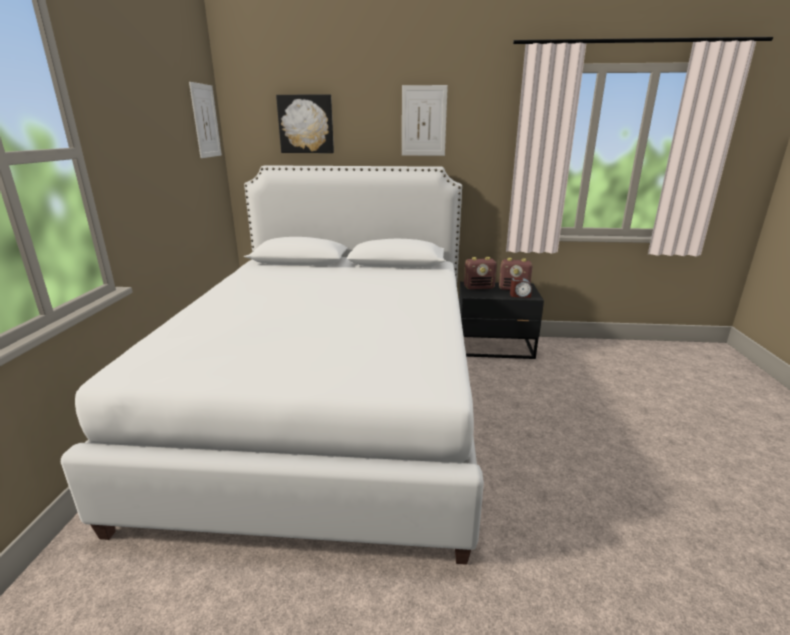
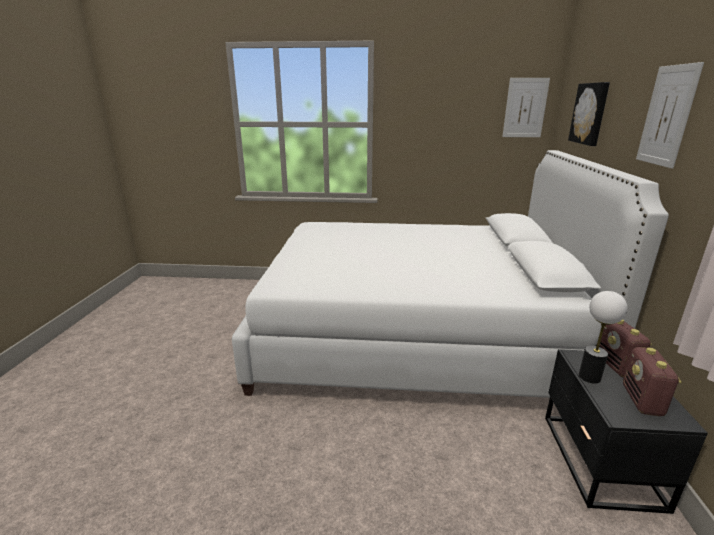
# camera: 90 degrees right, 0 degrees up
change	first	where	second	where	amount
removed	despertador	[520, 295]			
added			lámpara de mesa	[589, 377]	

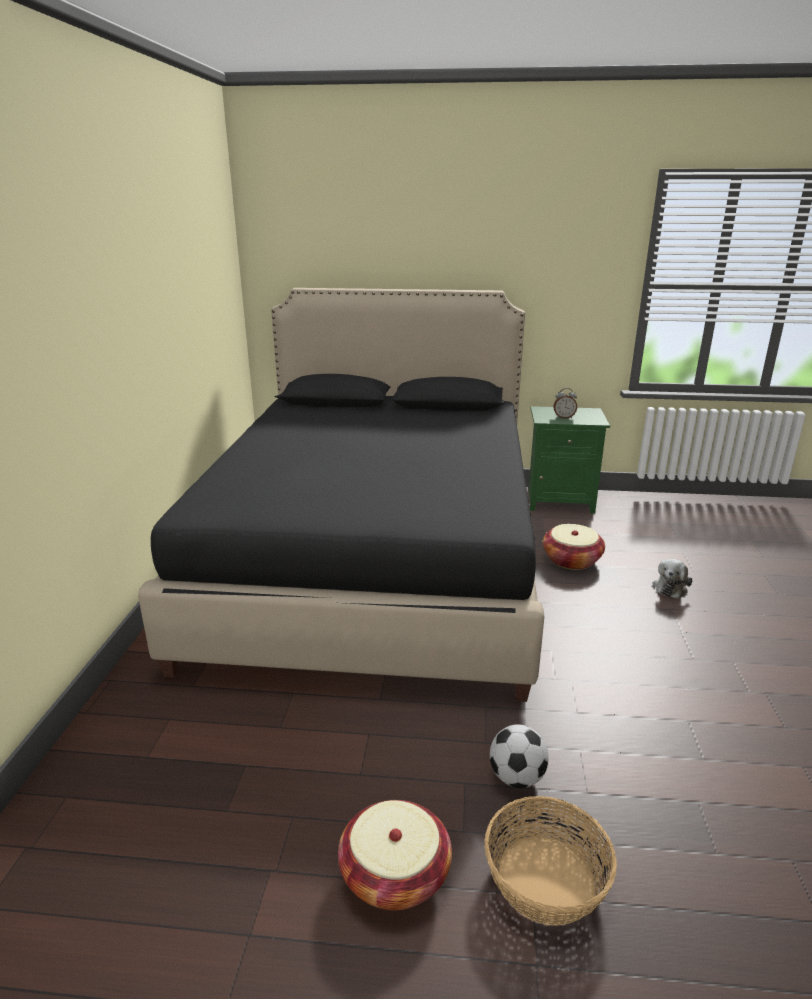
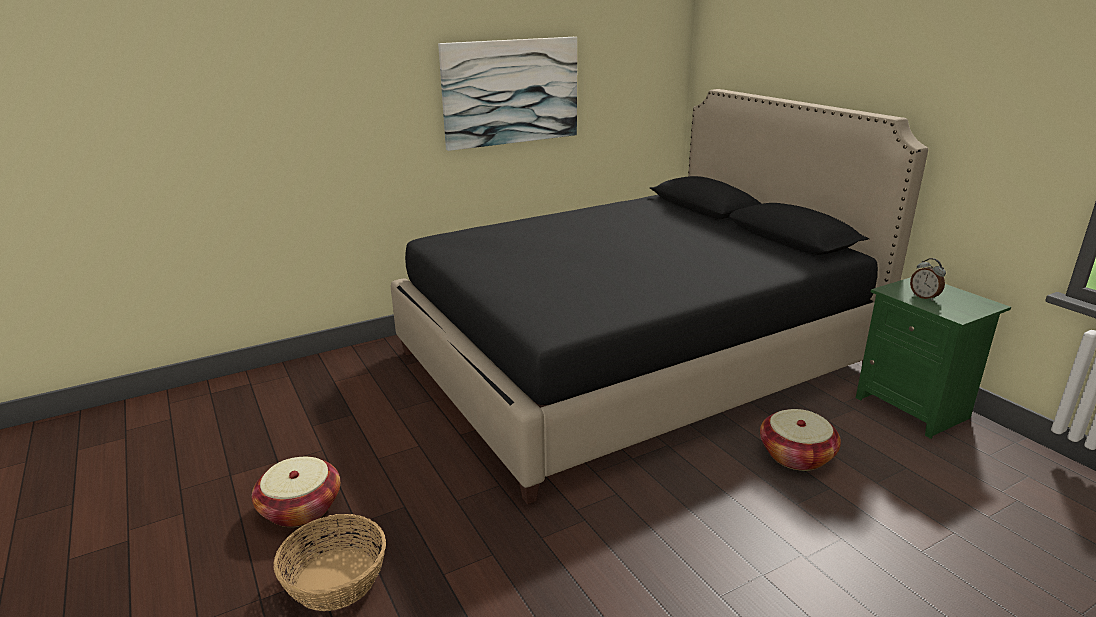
# camera: 55 degrees right, 0 degrees up
change	first	where	second	where	amount
removed	peluche	[670, 587]			
removed	balón de fútbol	[516, 777]			
added			cuadro	[511, 92]	

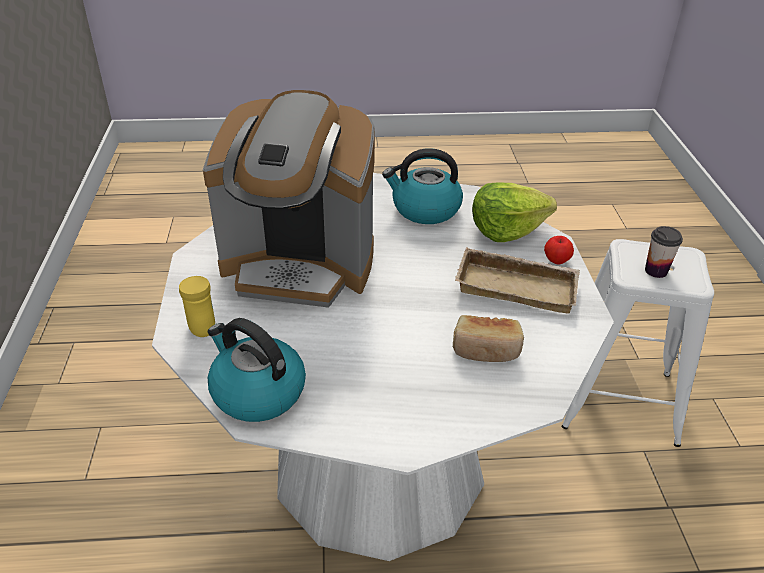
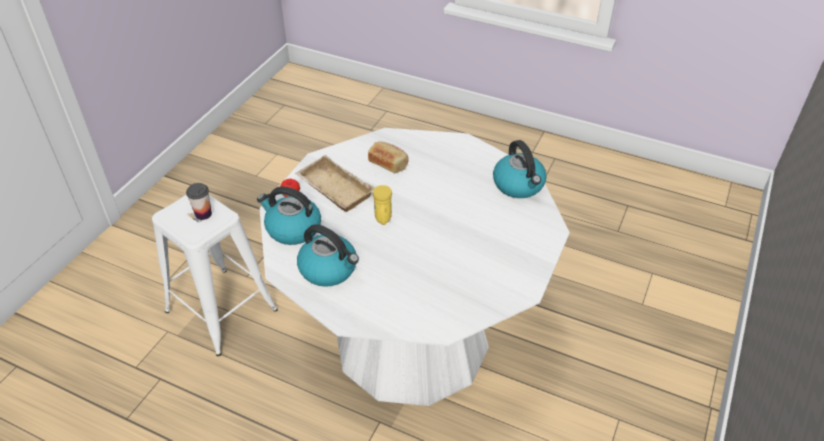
# camera: 150 degrees left, 5 degrees up
change	first	where	second	where	amount
removed	cafetera	[300, 265]			
replaced	lechuga	[506, 229]	hervidor	[292, 229]	
moved	taza grande/amarillo	[200, 326]		[383, 221]	

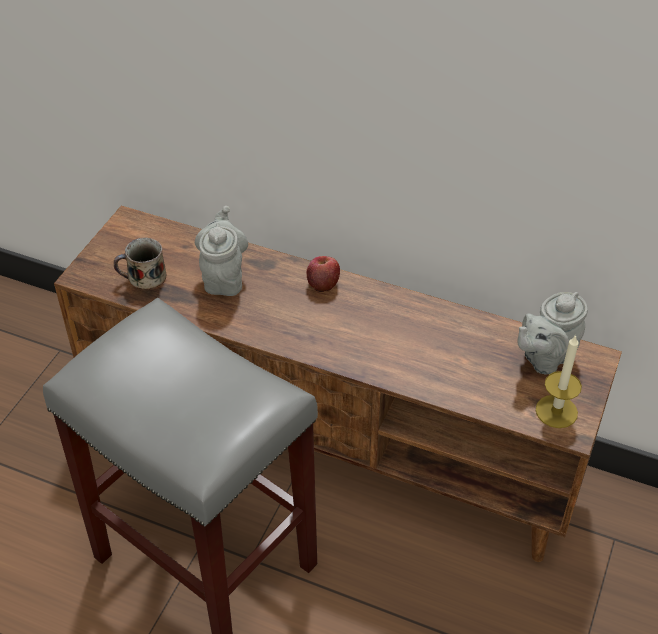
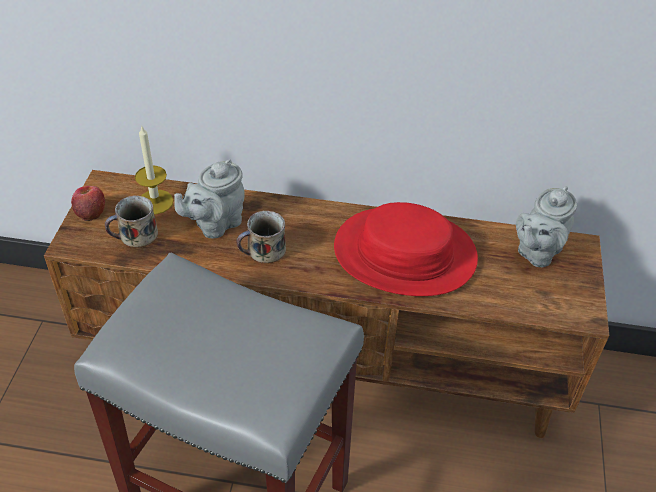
# camera: 15 degrees left, 0 degrees up
change	first	where	second	where	amount
turned	tetera/gris	[224, 278]		[215, 224]	120 degrees counterclockwise
moved	manzana	[323, 283]		[91, 212]	
moved	vela	[556, 411]		[155, 202]	
added			sombrero/rojo	[404, 253]	
added			taza grande	[264, 251]	

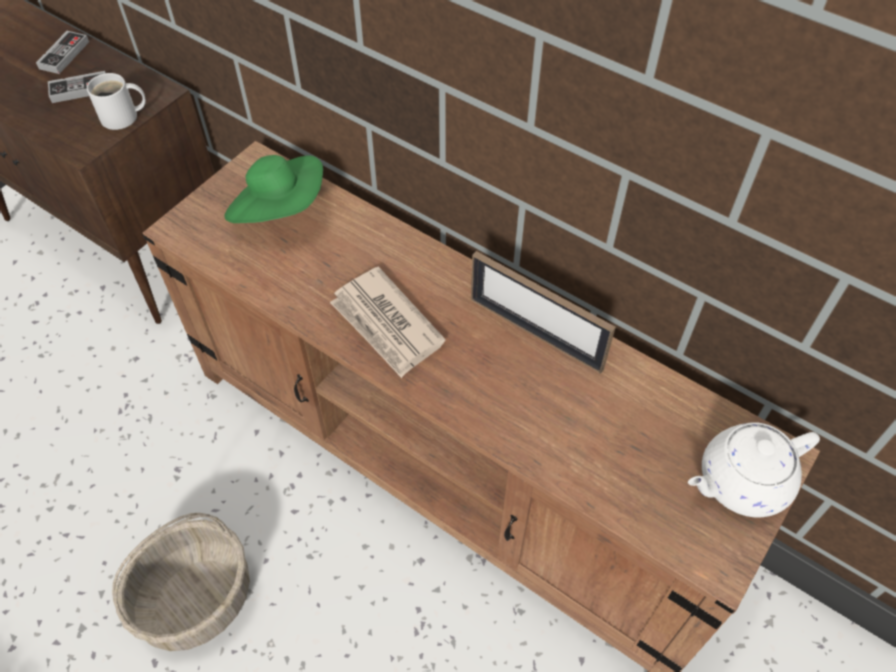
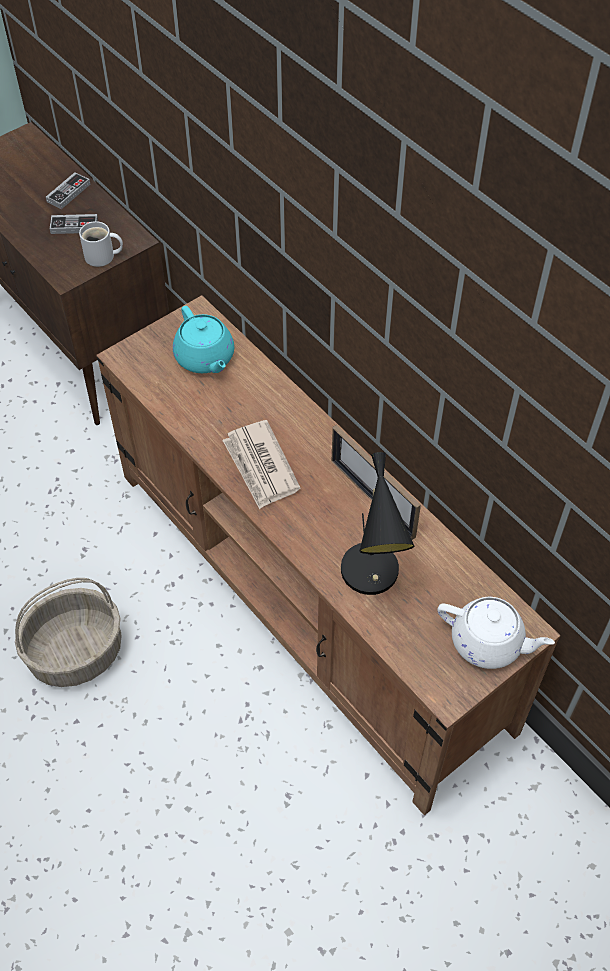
# camera: 15 degrees right, 0 degrees up
change	first	where	second	where	amount
replaced	sombrero/verde	[280, 210]	tetera/turquesa	[205, 358]	
turned	tetera/blanco	[741, 481]		[488, 642]	150 degrees counterclockwise
added			lámpara de mesa/negro	[372, 578]	

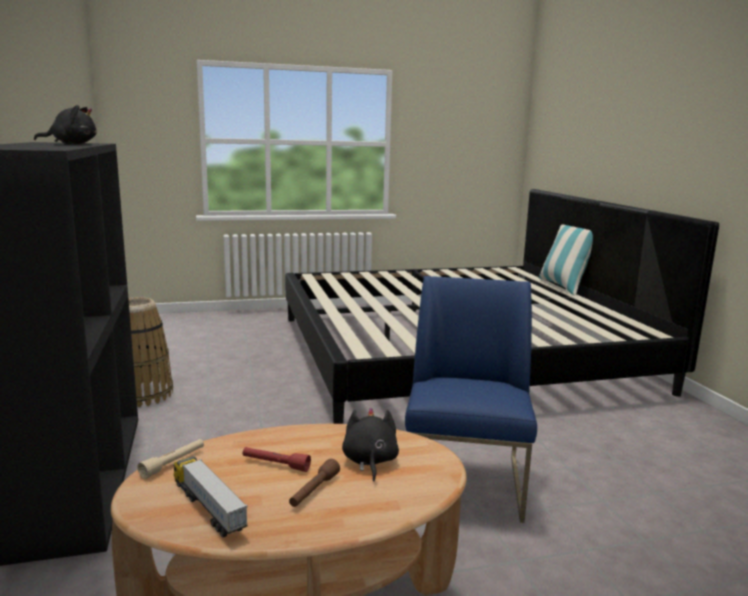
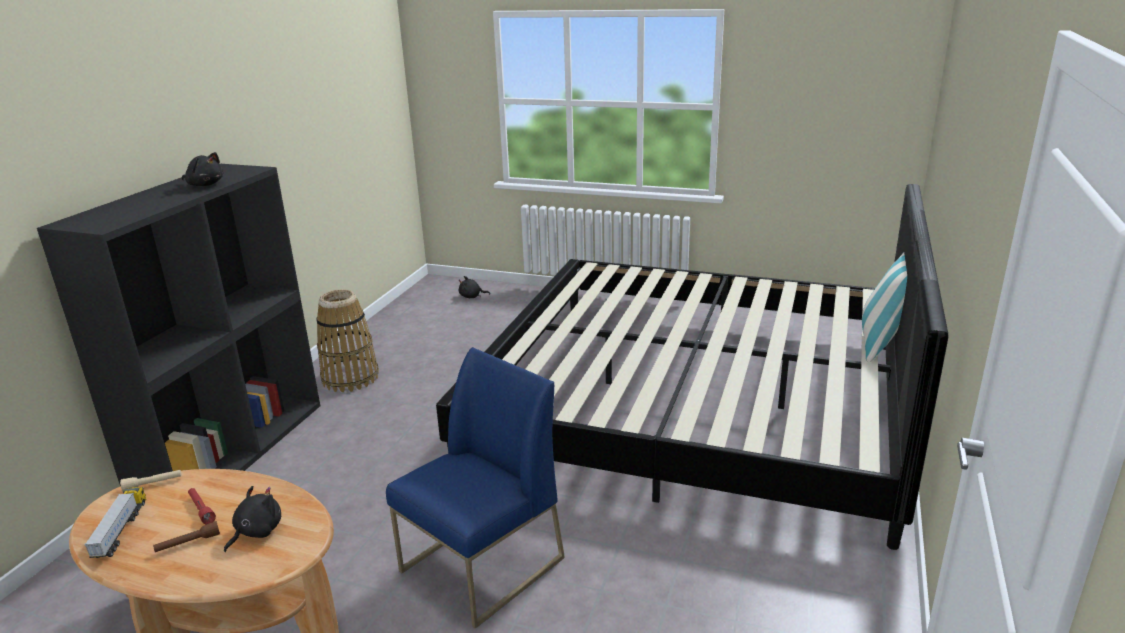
# camera: 35 degrees right, 10 degrees up
change	first	where	second	where	amount
added			peluche/negro	[472, 296]	

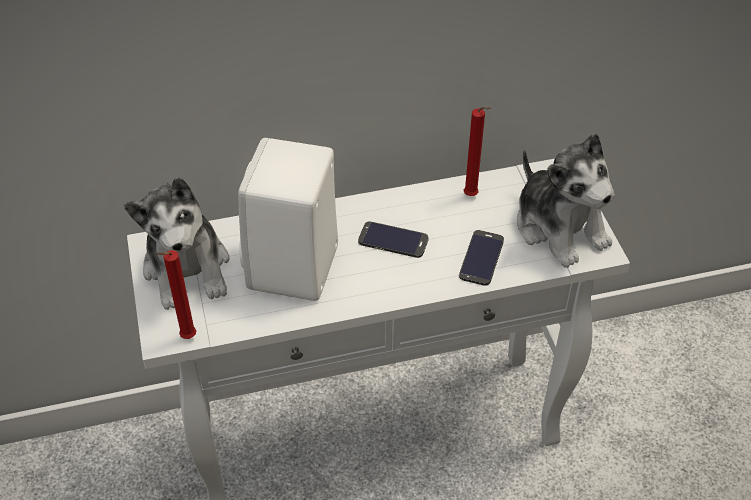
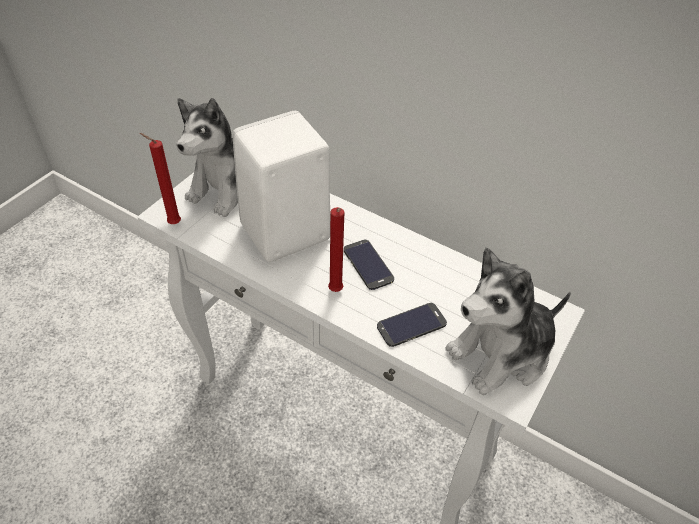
# camera: 45 degrees right, 0 degrees up
change	first	where	second	where	amount
moved	vela/rojo	[472, 196]		[335, 292]	
turned	peluche	[560, 227]		[501, 353]	45 degrees clockwise

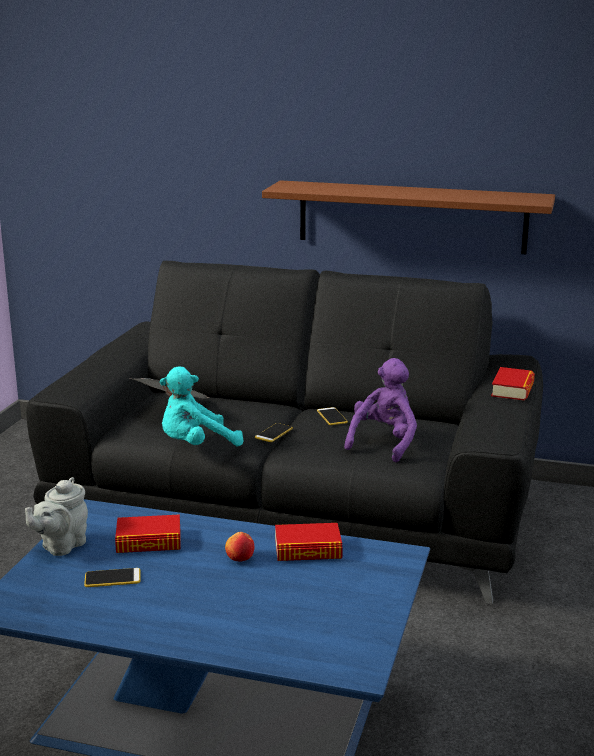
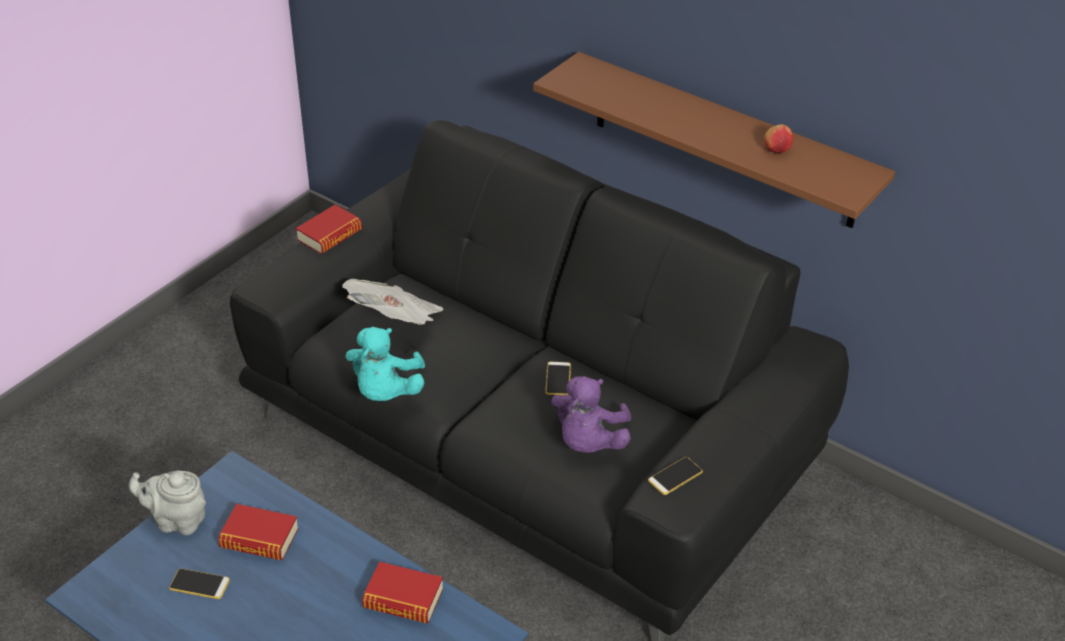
# camera: 20 degrees right, 20 degrees up
change	first	where	second	where	amount
turned	peluche/morado	[384, 443]		[588, 442]	150 degrees clockwise
turned	peluche/turquesa	[196, 445]		[385, 392]	75 degrees counterclockwise
moved	libro	[512, 389]		[329, 235]	
moved	móvil	[274, 433]		[675, 476]	
turned	tetera/gris	[61, 546]		[177, 520]	45 degrees clockwise
moved	manzana	[239, 558]		[776, 149]	

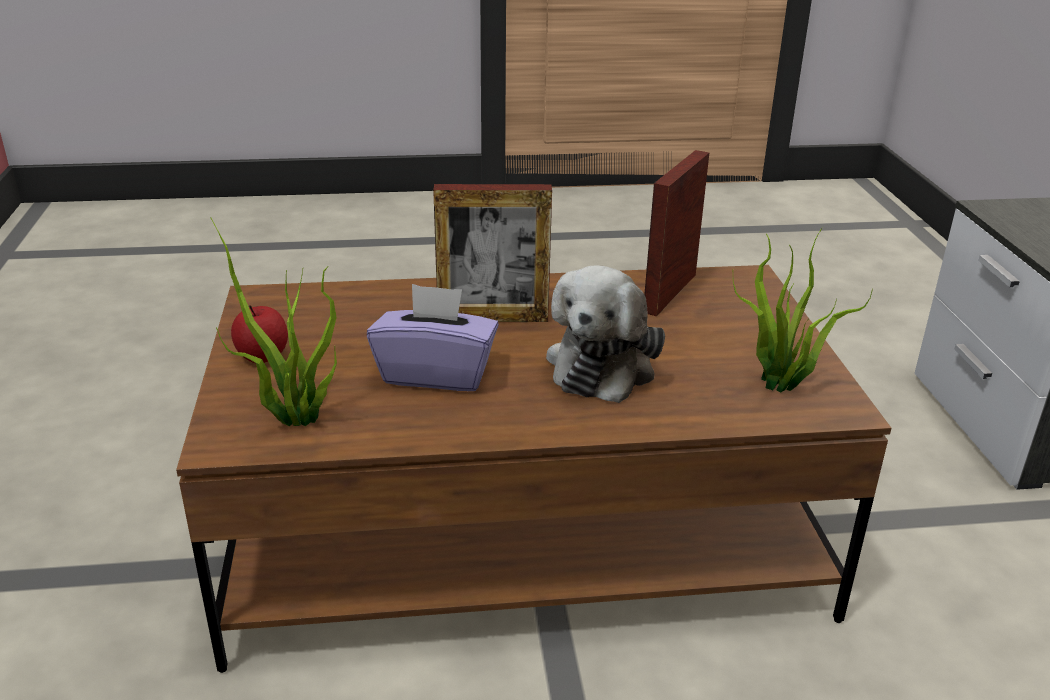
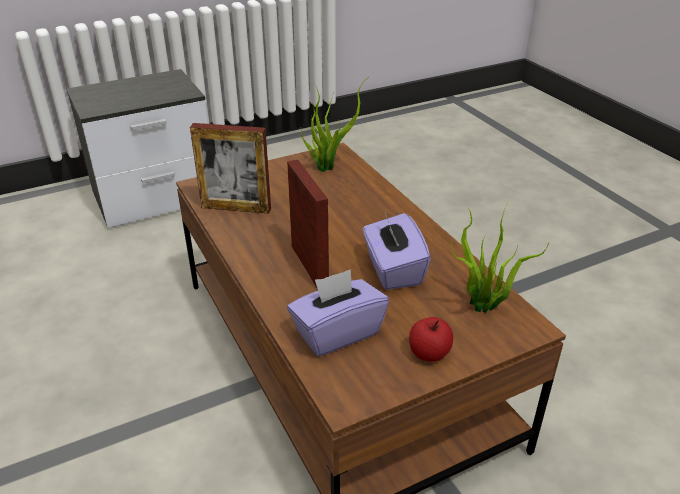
# camera: 110 degrees left, 5 degrees up
change	first	where	second	where	amount
removed	peluche	[604, 364]			
added			caja de pañuelos/morado	[337, 332]	

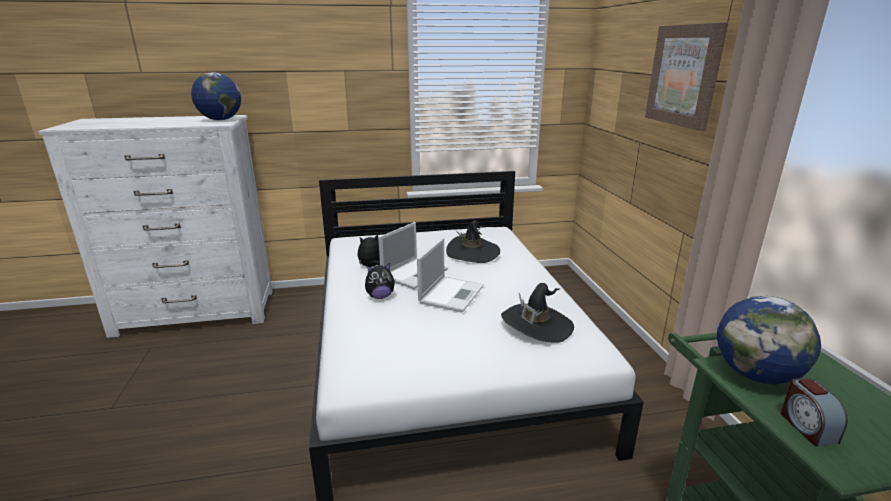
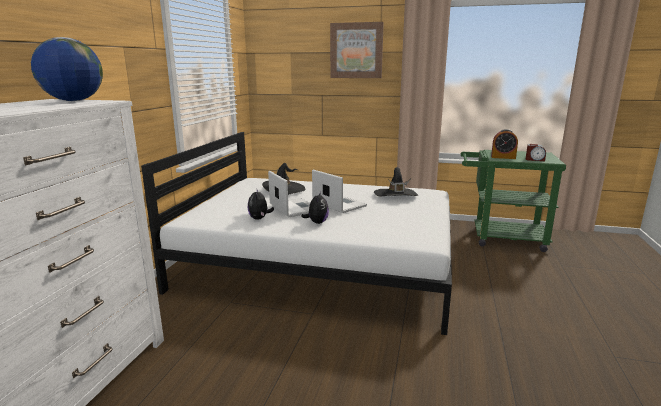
# camera: 65 degrees left, 5 degrees down
change	first	where	second	where	amount
replaced	globo terráqueo	[755, 375]	despertador	[503, 157]	

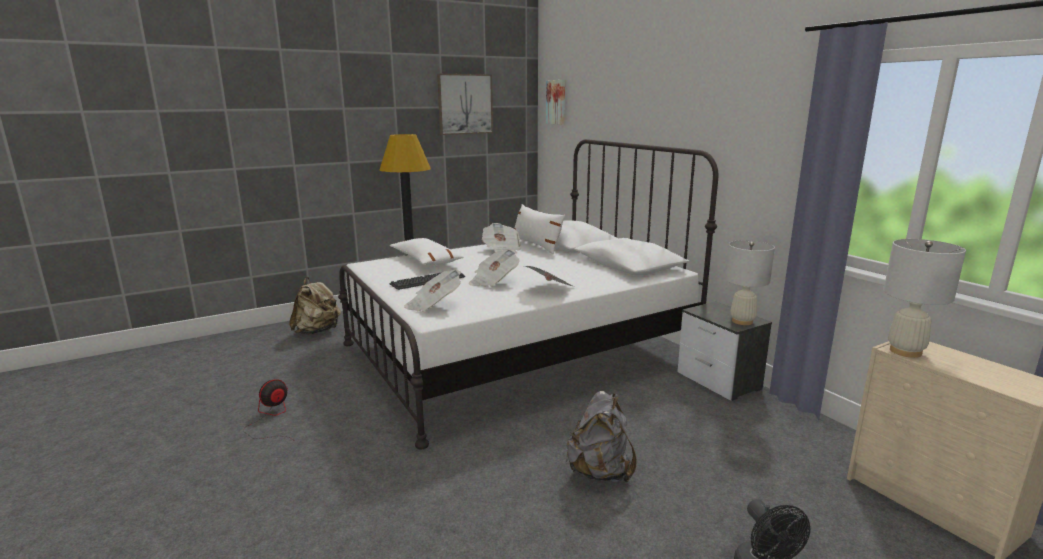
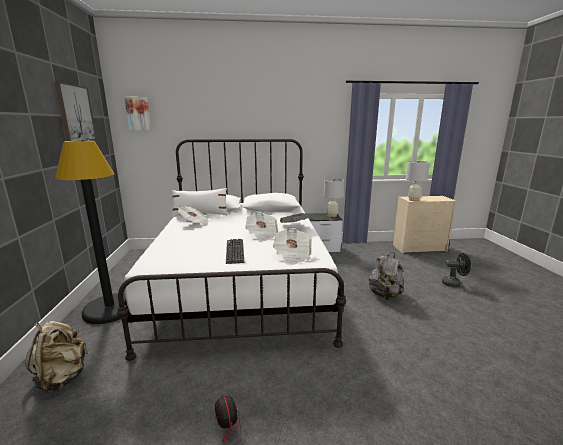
# camera: 65 degrees left, 0 degrees up
change	first	where	second	where	amount
removed	cojín/blanco	[425, 260]			

